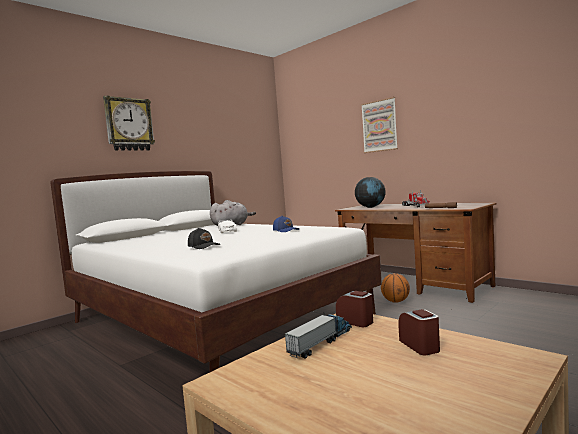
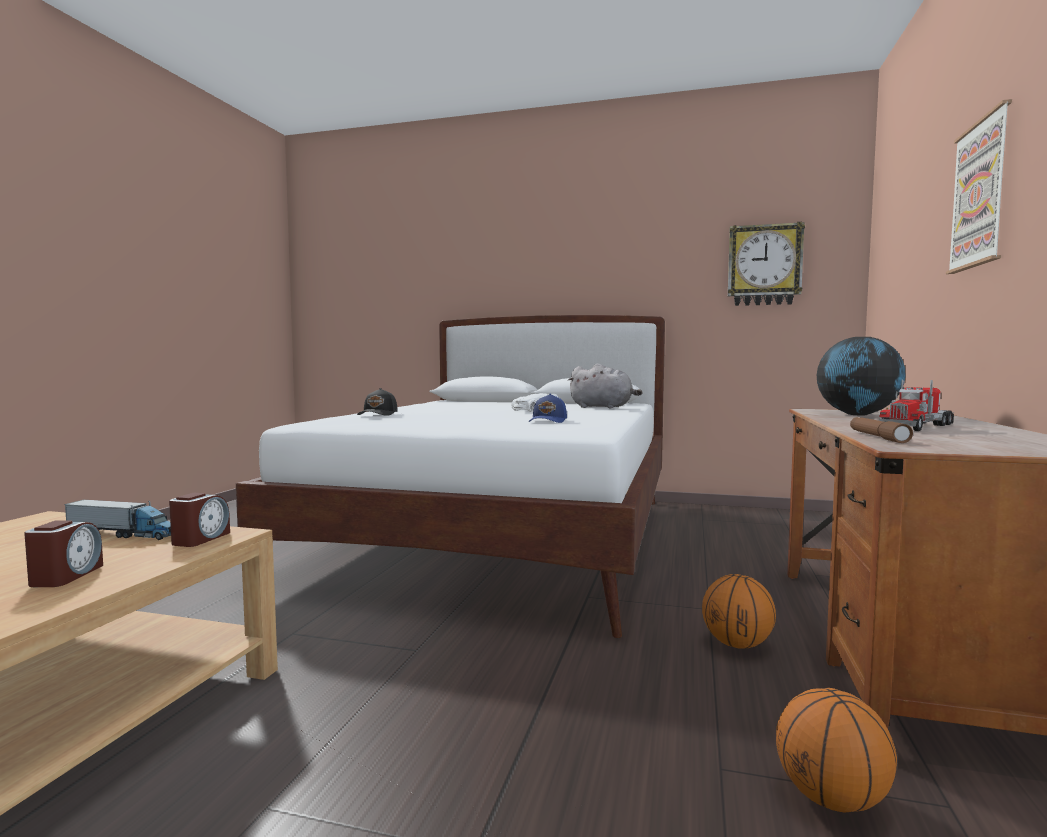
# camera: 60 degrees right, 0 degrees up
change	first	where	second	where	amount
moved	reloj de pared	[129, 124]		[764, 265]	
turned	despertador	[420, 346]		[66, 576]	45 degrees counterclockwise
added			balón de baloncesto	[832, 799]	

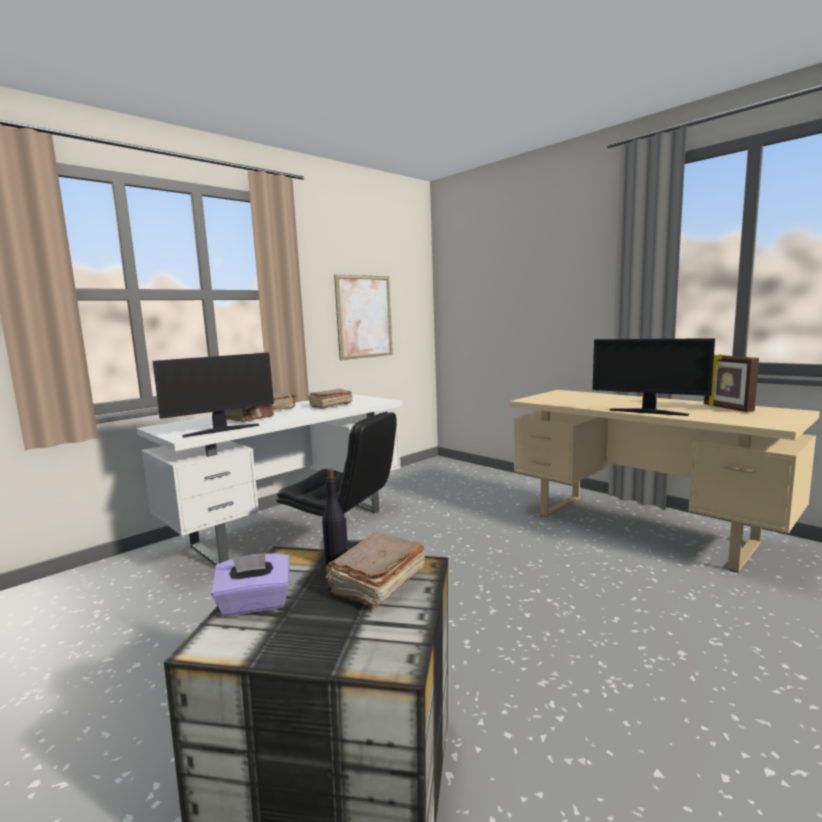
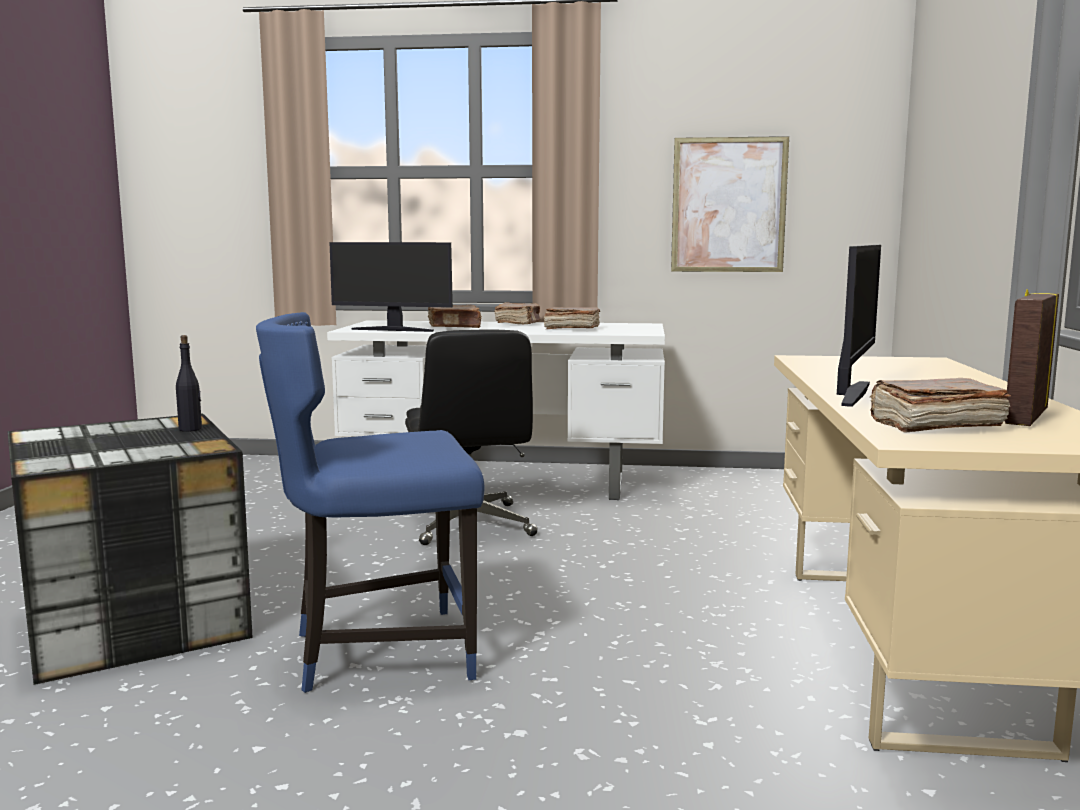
# camera: 50 degrees right, 0 degrees up
change	first	where	second	where	amount
turned	monitor	[648, 412]		[851, 394]	150 degrees counterclockwise
moved	libro/marrón	[376, 584]		[933, 425]	
removed	caja de pañuelos/morado	[254, 604]			
added			silla/azul	[379, 652]	

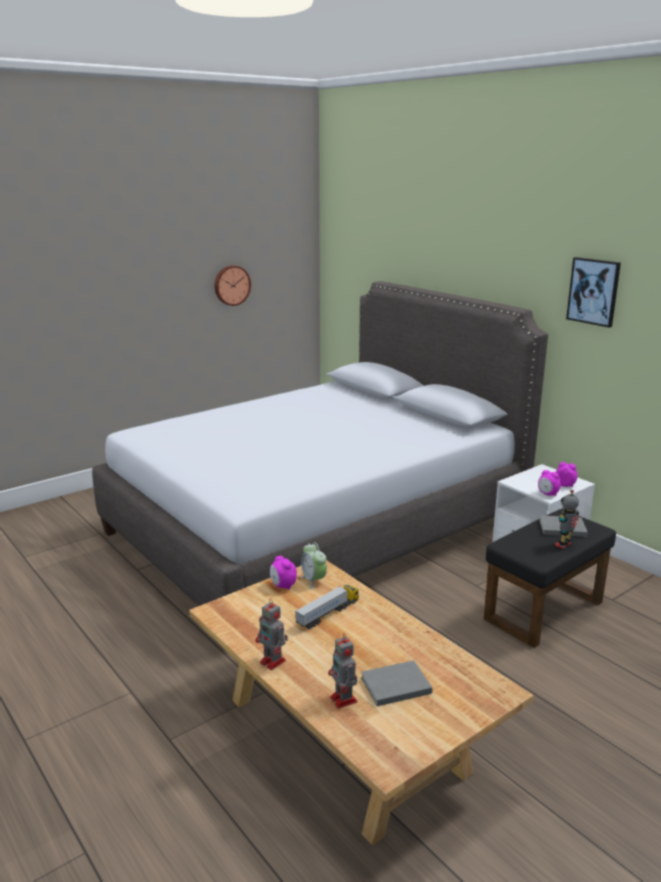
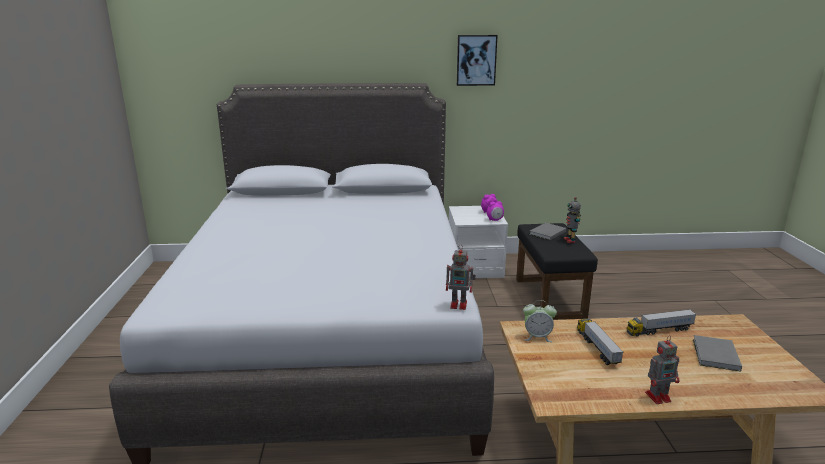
# camera: 55 degrees left, 0 degrees up
change	first	where	second	where	amount
removed	reloj de pared	[231, 285]			
removed	despertador	[283, 586]			
moved	robot de juguete	[344, 700]		[460, 304]	
added			camión de juguete	[659, 330]	

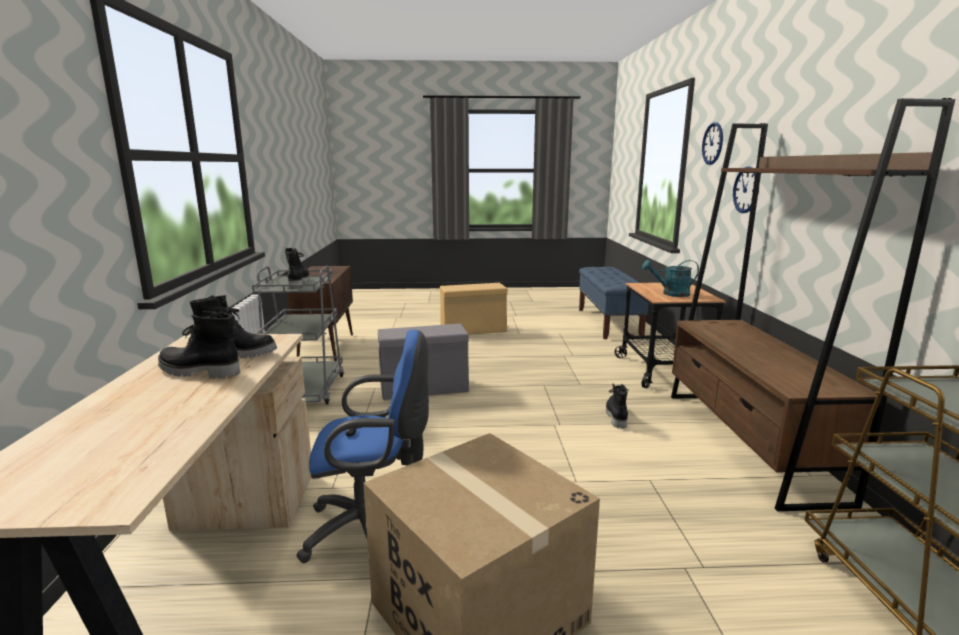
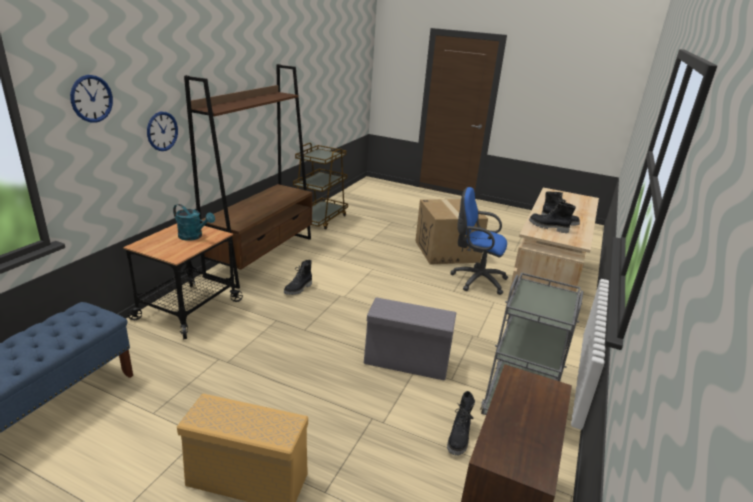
# camera: 155 degrees left, 10 degrees up
change	first	where	second	where	amount
moved	bota/negro	[298, 283]		[459, 438]	

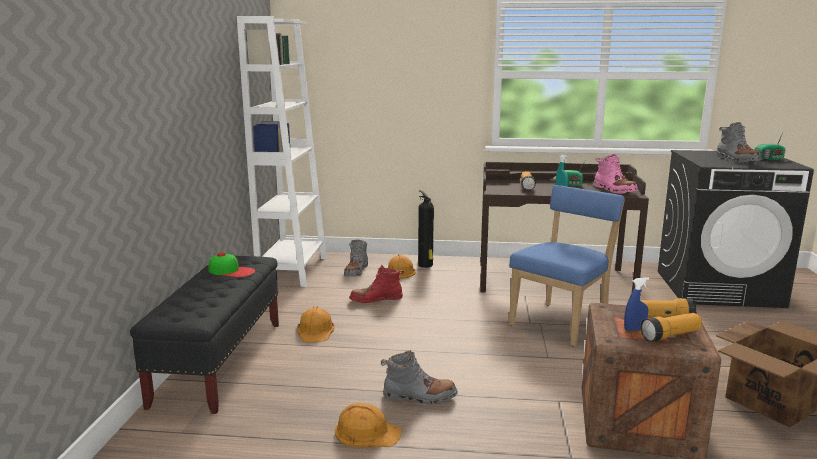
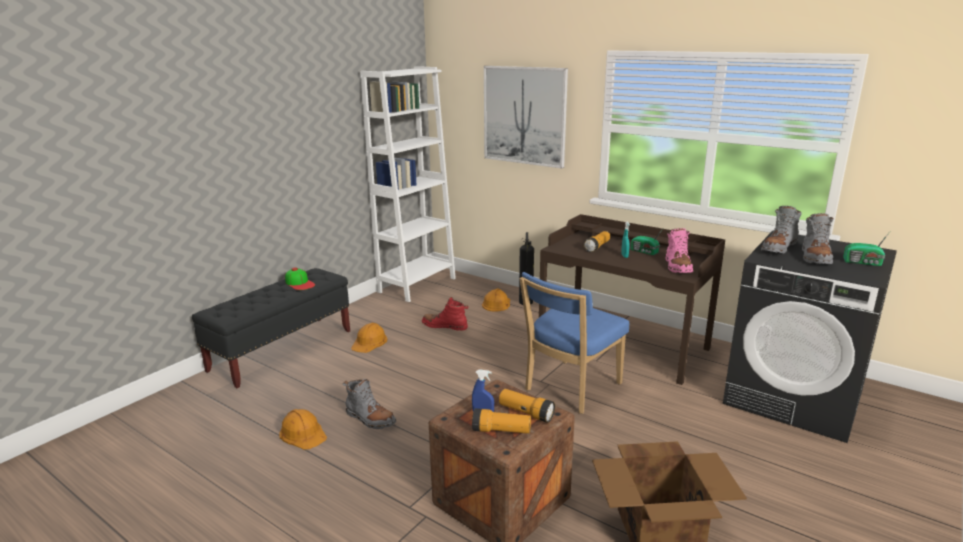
# camera: 30 degrees right, 5 degrees up
change	first	where	second	where	amount
turned	silla/azul	[562, 322]		[570, 388]	150 degrees clockwise
moved	bota/gris	[356, 271]		[778, 248]	
added			cuadro	[524, 115]	

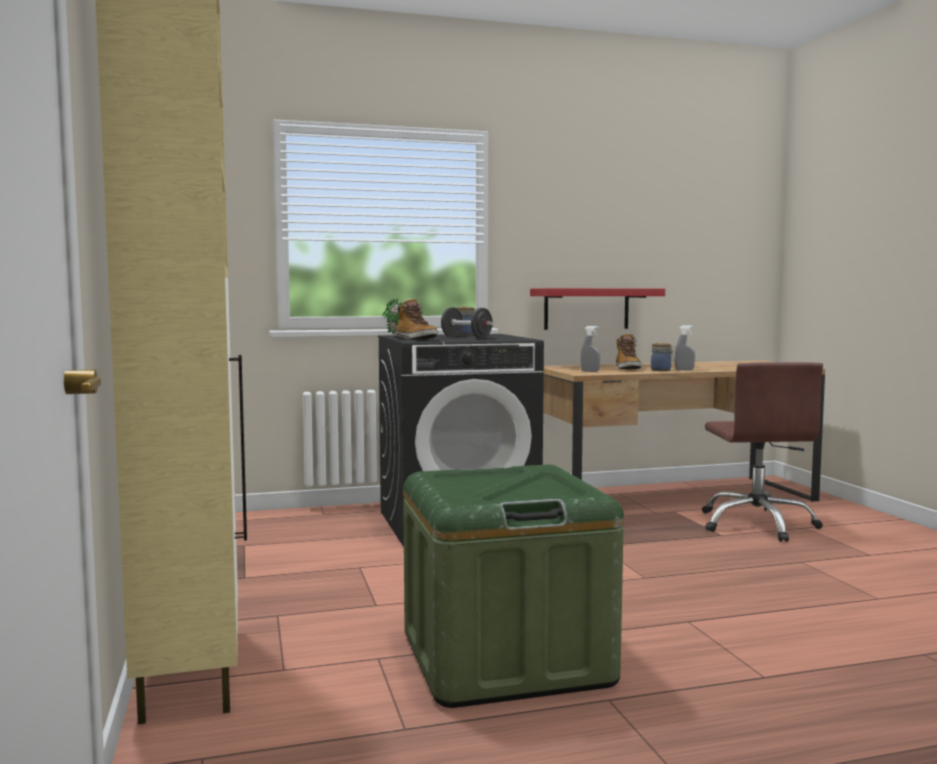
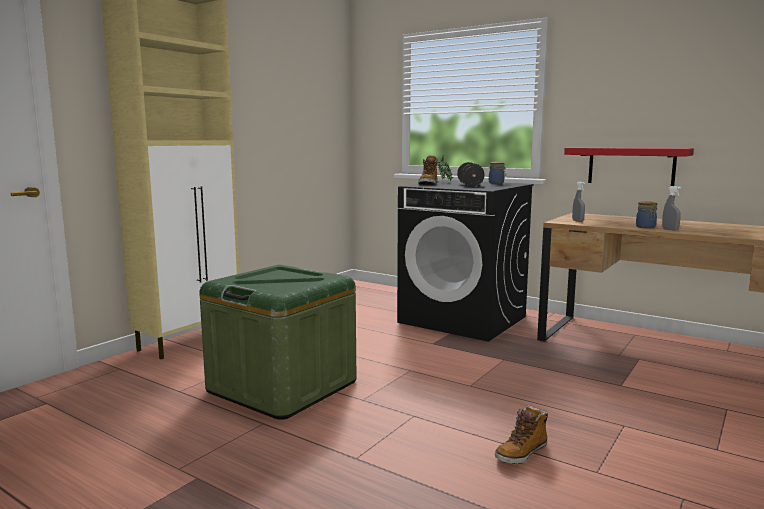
# camera: 50 degrees right, 5 degrees up
change	first	where	second	where	amount
moved	bota	[627, 368]		[521, 453]	
removed	silla de oficina/marrón	[757, 524]			

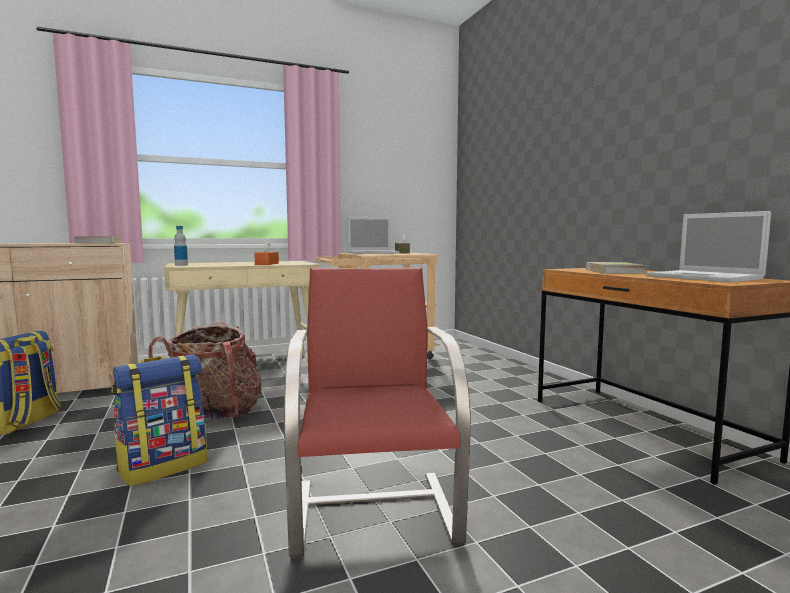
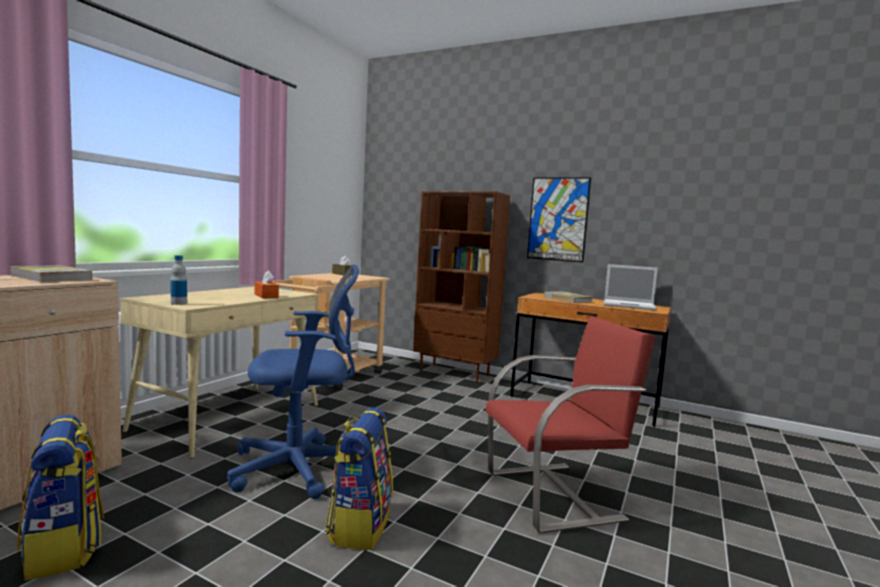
# camera: 40 degrees left, 0 degrees up
change	first	where	second	where	amount
removed	portátil	[373, 253]			
turned	silla/rojo	[374, 509]		[555, 495]	120 degrees clockwise
replaced	mochila	[215, 415]	silla de oficina/azul	[300, 468]	
added			cuadro	[558, 219]	
added			estantería/marrón	[455, 373]	

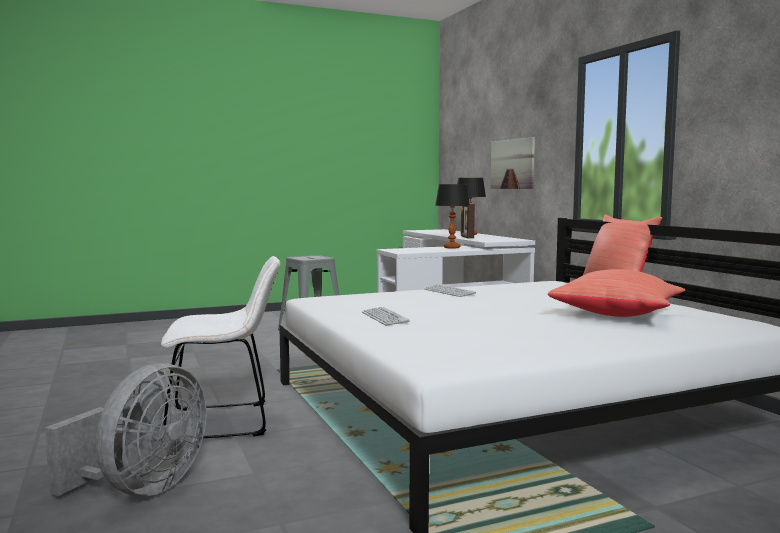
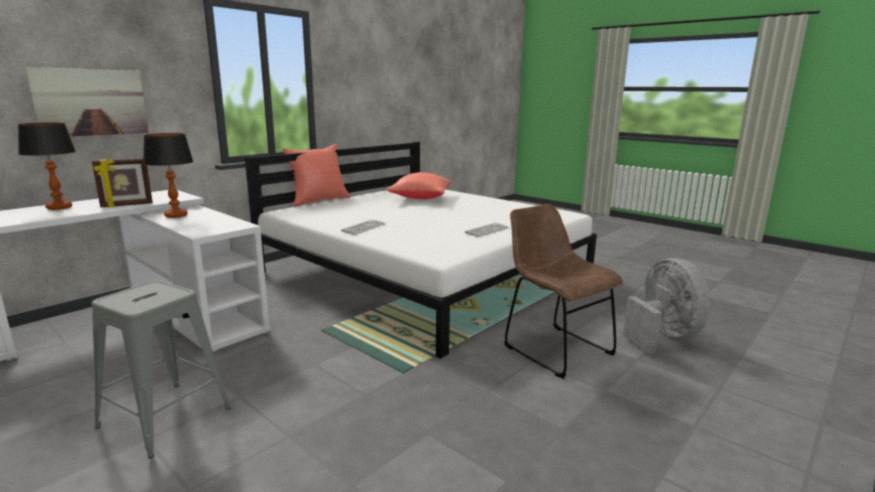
# camera: 115 degrees left, 10 degrees up
change	first	where	second	where	amount
recoloured	silla/blanco	[225, 421]	silla/marrón	[553, 348]	
turned	ventilador/gris	[141, 488]		[662, 336]	75 degrees clockwise

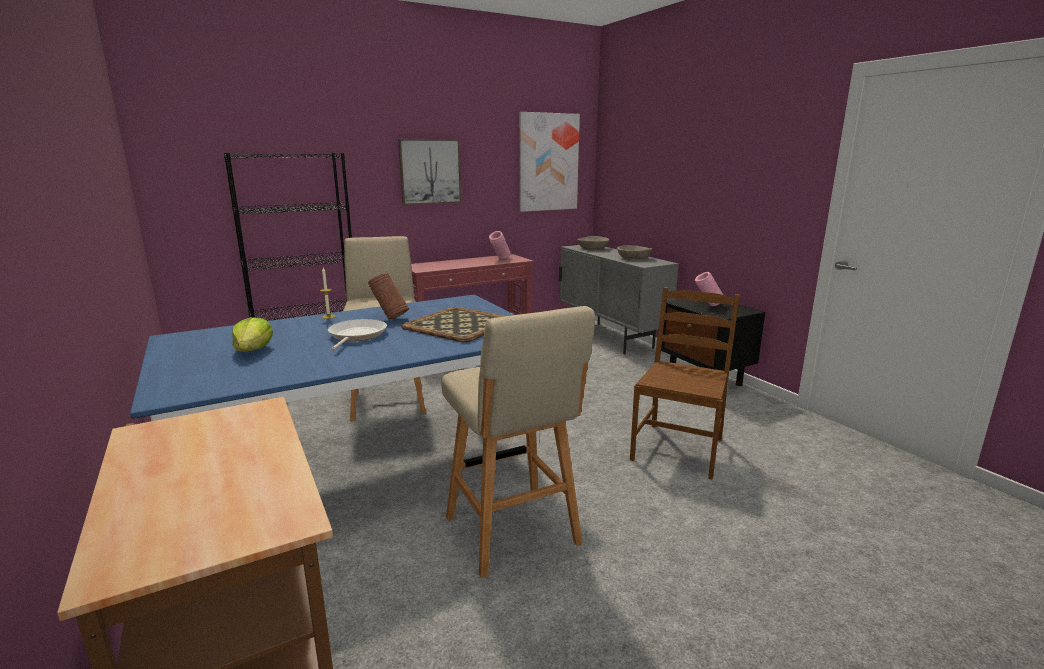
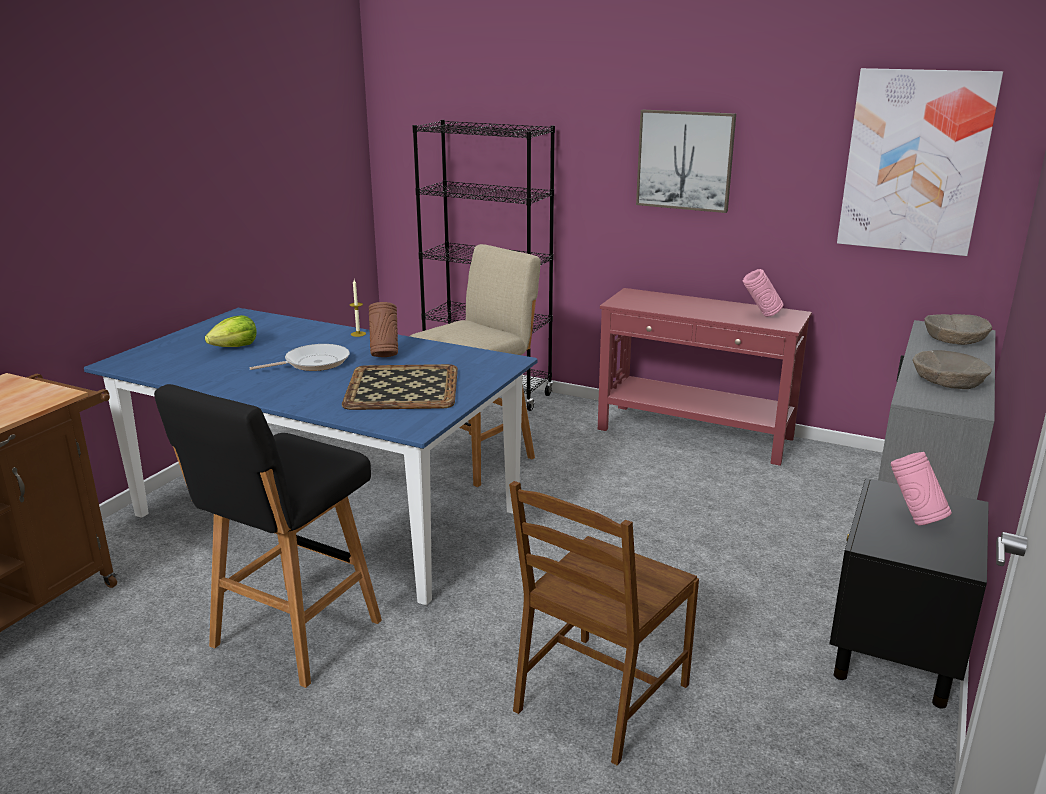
# camera: 55 degrees right, 5 degrees up
change	first	where	second	where	amount
turned	silla/marrón	[678, 449]		[600, 697]	135 degrees clockwise
recoloured	taburete/beis	[513, 533]	taburete/negro	[292, 636]	

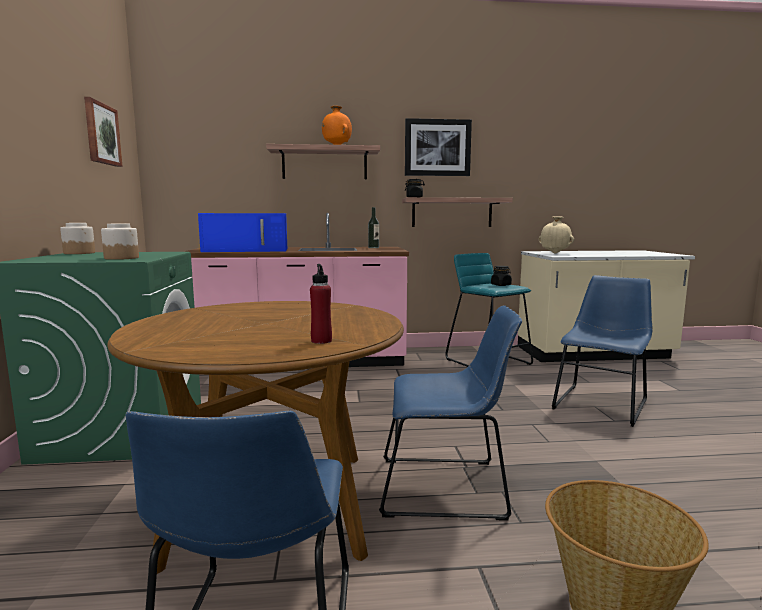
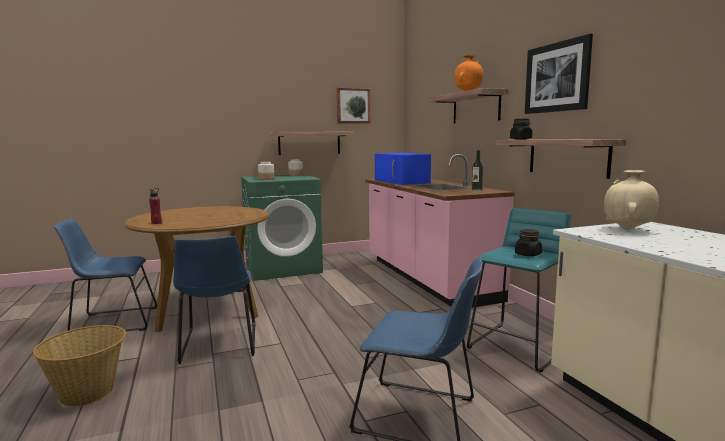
# camera: 75 degrees right, 0 degrees up
change	first	where	second	where	amount
added			estante	[309, 143]	

